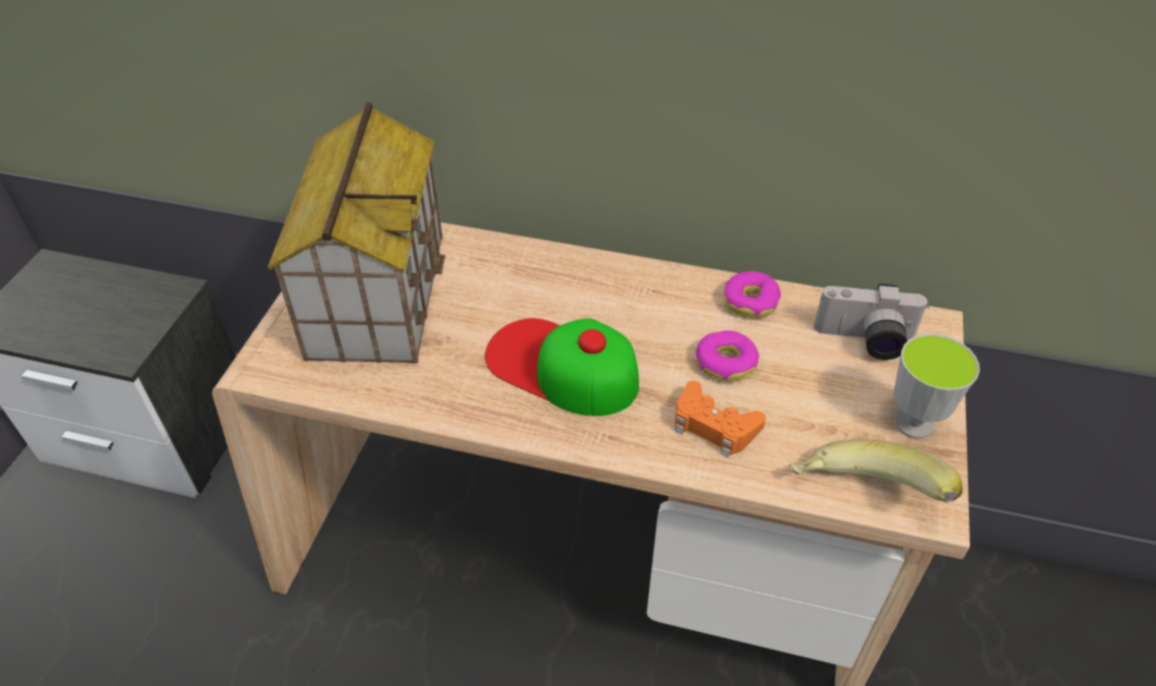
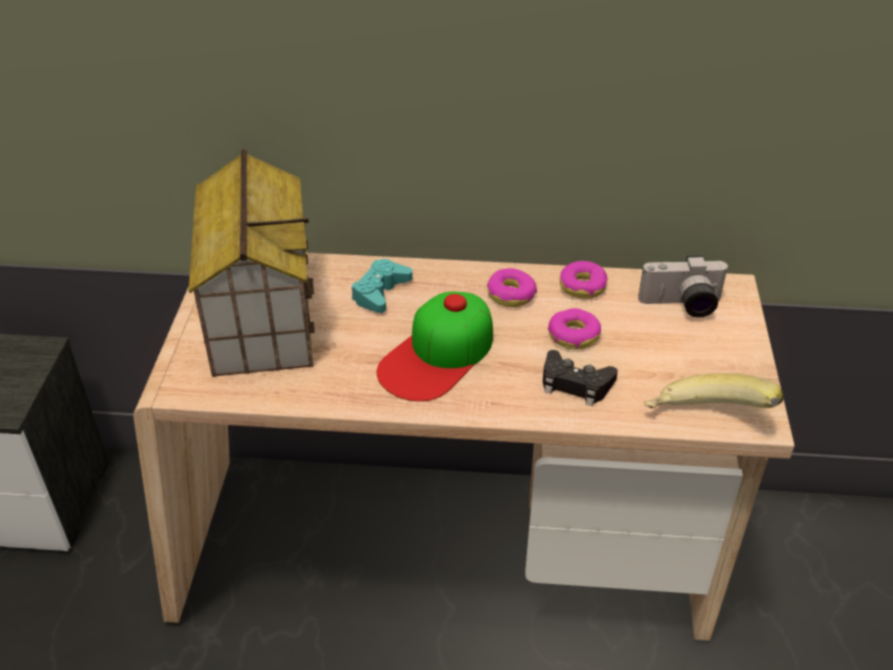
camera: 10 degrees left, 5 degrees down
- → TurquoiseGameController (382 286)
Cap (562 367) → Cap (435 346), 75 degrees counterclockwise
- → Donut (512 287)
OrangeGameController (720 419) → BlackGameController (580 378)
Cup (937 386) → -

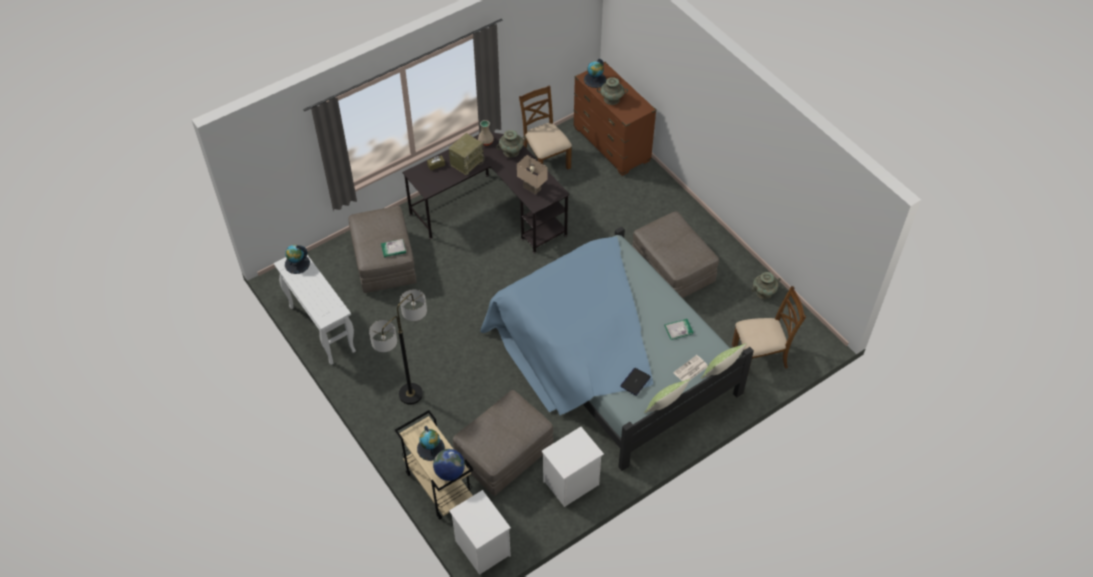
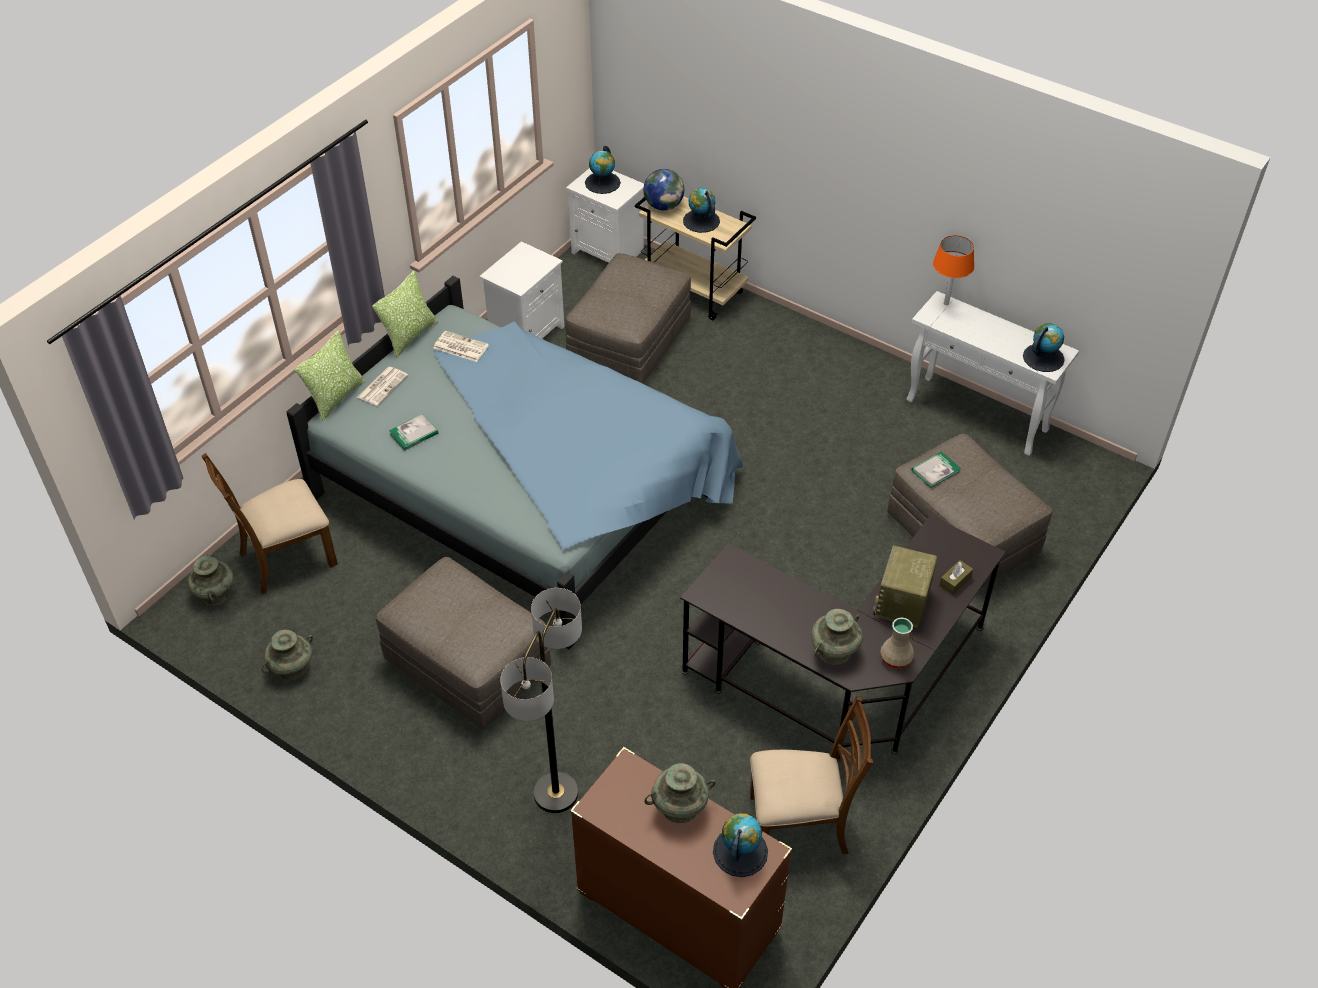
camera: 160 degrees right, 5 degrees down
- → TurquoiseVase (210 580)
Laptop (635 382) → Newspaper (461 346)
FloorLamp (398 347) → FloorLamp (541 700), shifted
- → Globe (603 170)
BrownChair (545 128) → BrownChair (811 775), 45 degrees counterclockwise
- → OrangeTableLamp (953 270)
BeigeTableLamp (532 175) → -

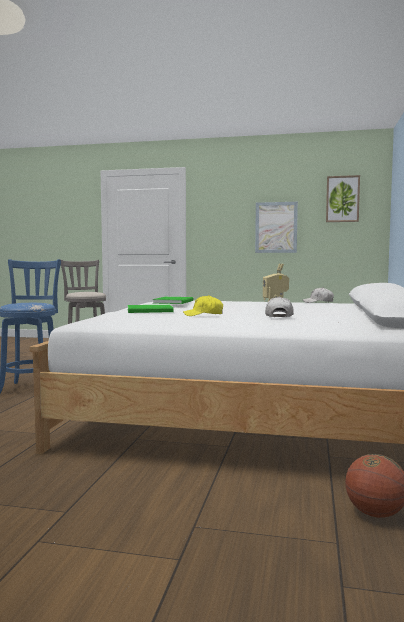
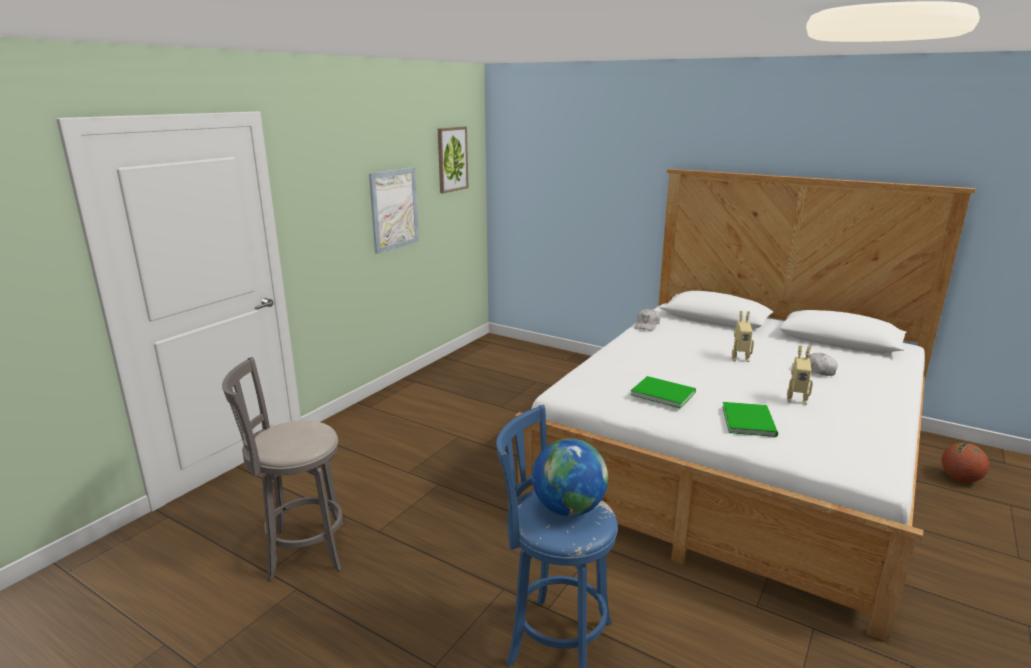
camera: 70 degrees left, 15 degrees up
- → Globe (570 477)
YellowCap (203 305) → ToyRobot (800 375)

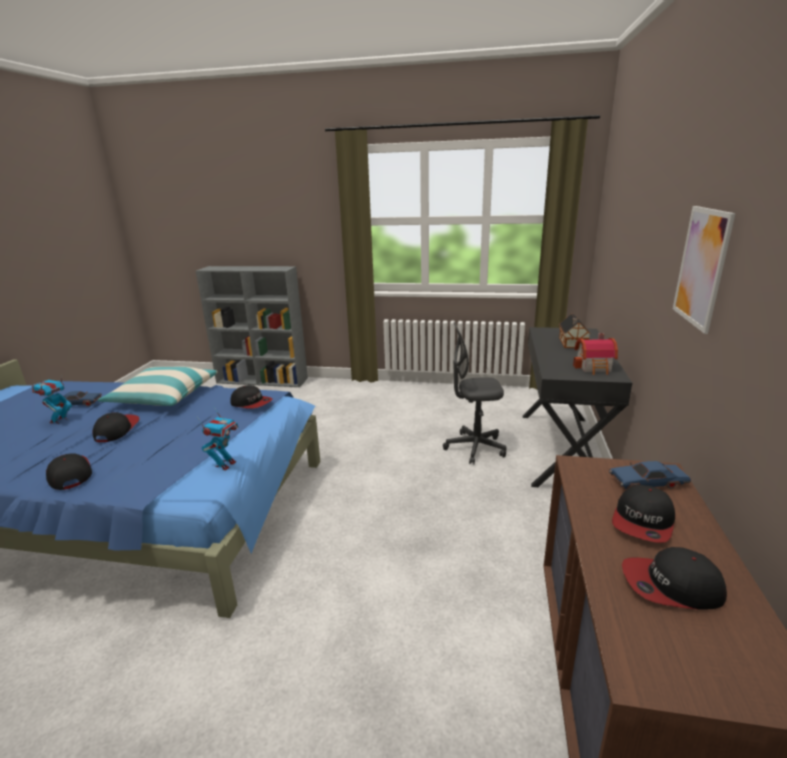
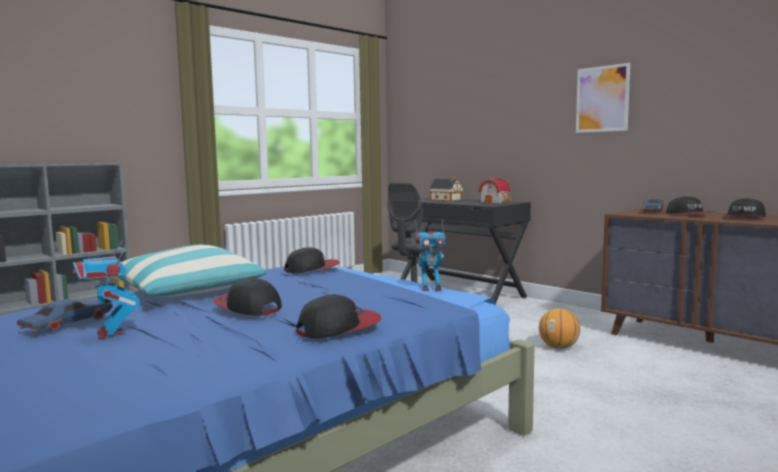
camera: 55 degrees left, 15 degrees down
Cap (69 471) → Cap (338 316), 150 degrees clockwise
ToyRobot (217 438) → ToyRobot (430 255), 120 degrees clockwise
- → Basketball (559 329)

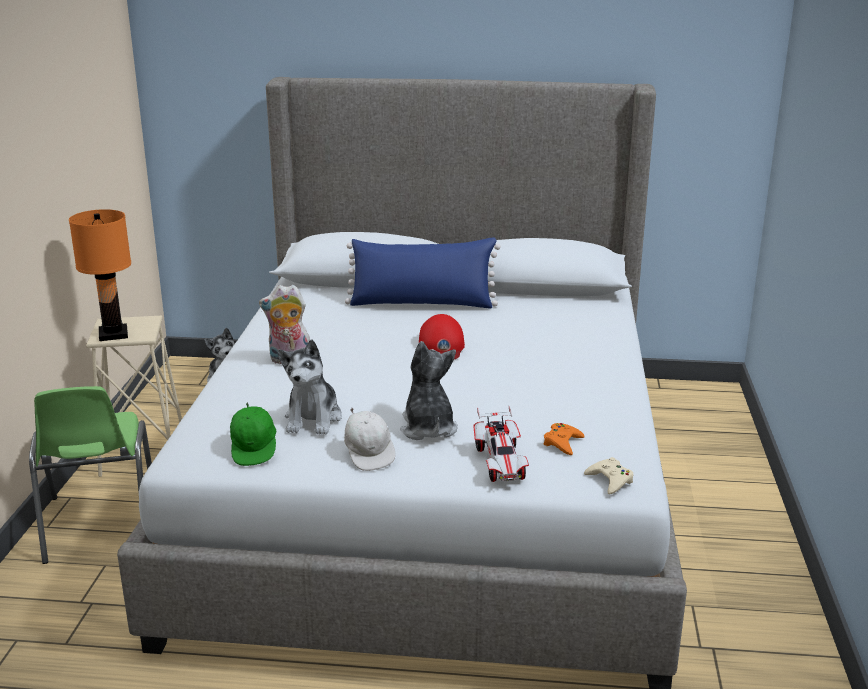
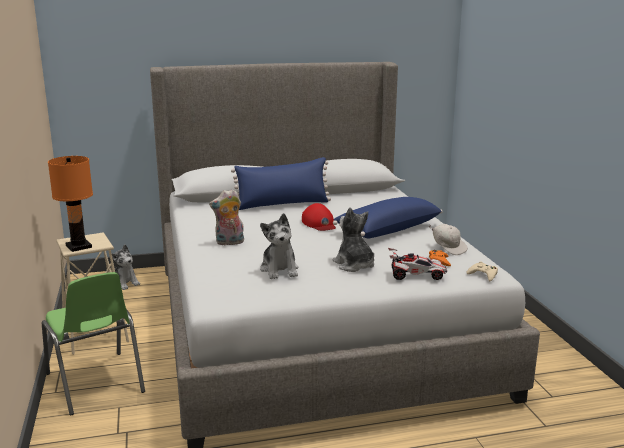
camera: 20 degrees left, 5 degrees down
- → BluePillow (388 217)
ToyCar (501 444) → ToyCar (417 264), 60 degrees counterclockwise
WhiteCap (369 439) → WhiteCap (448 239), shifted
GreenCap (253 434) → -

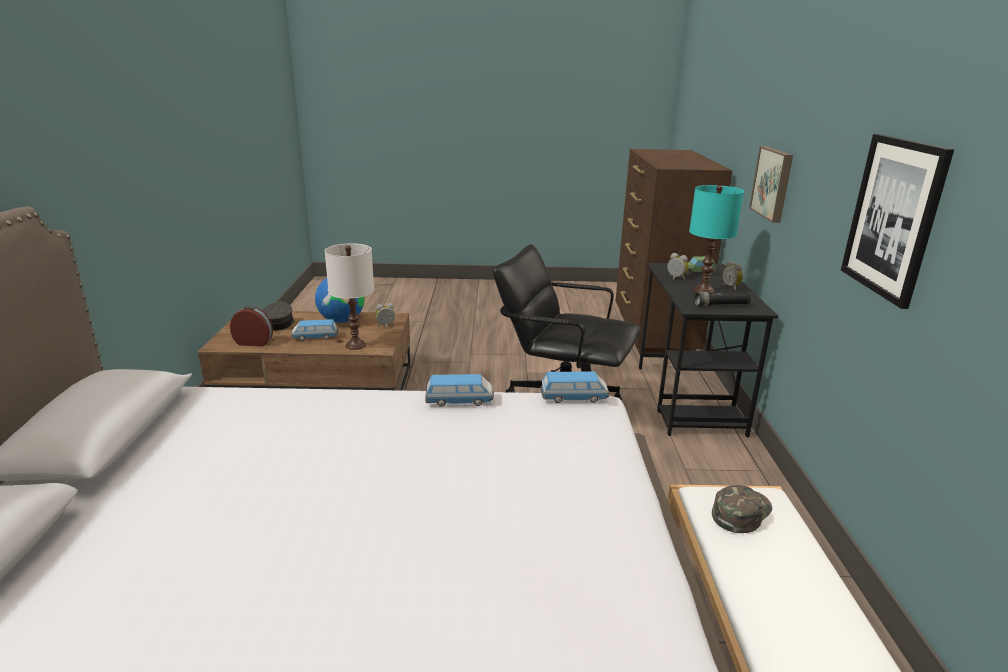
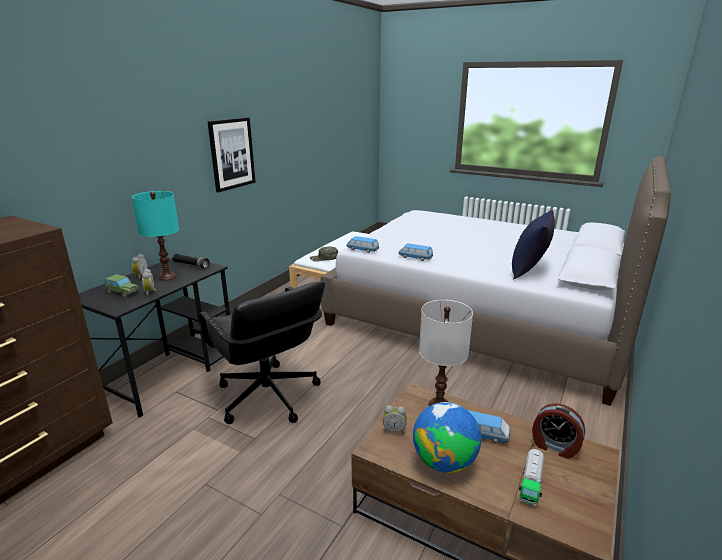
camera: 150 degrees left, 0 degrees up
- → BluePillow (533 244)
GreyCap (278 316) → ToyTruck (531 477)
Picture (771 184) → -

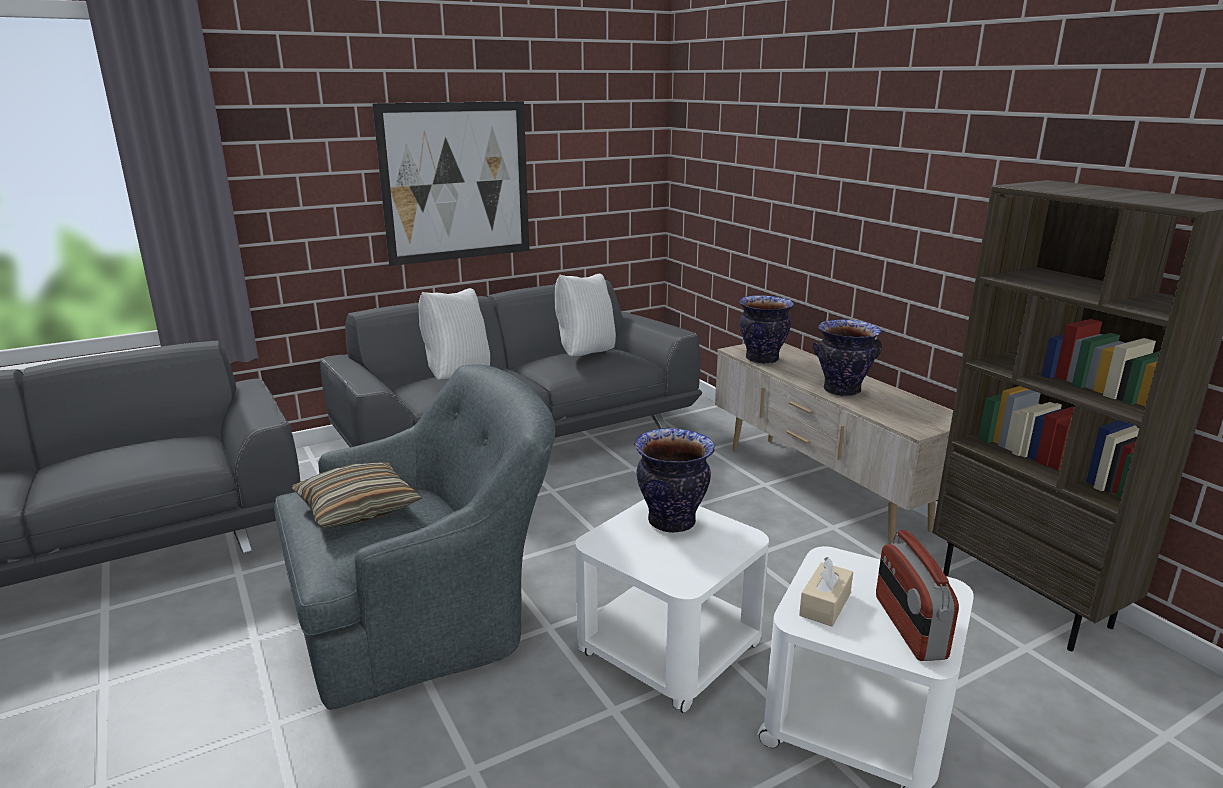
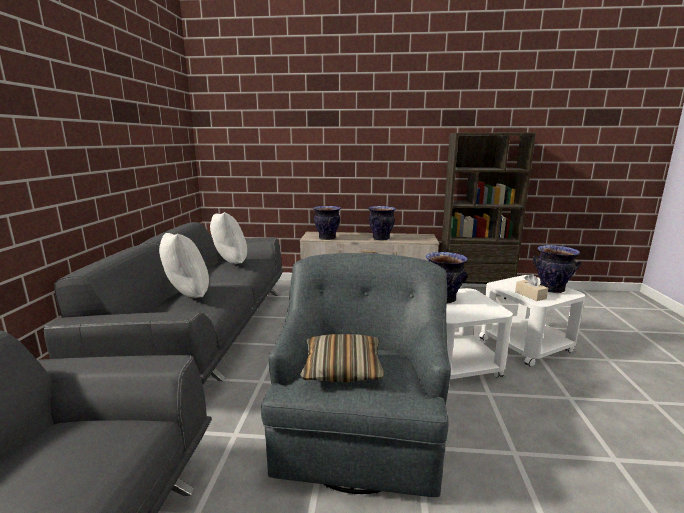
camera: 55 degrees left, 5 degrees down
Radio (917 595) → Vase (557 269)
Picture (451 183) → -

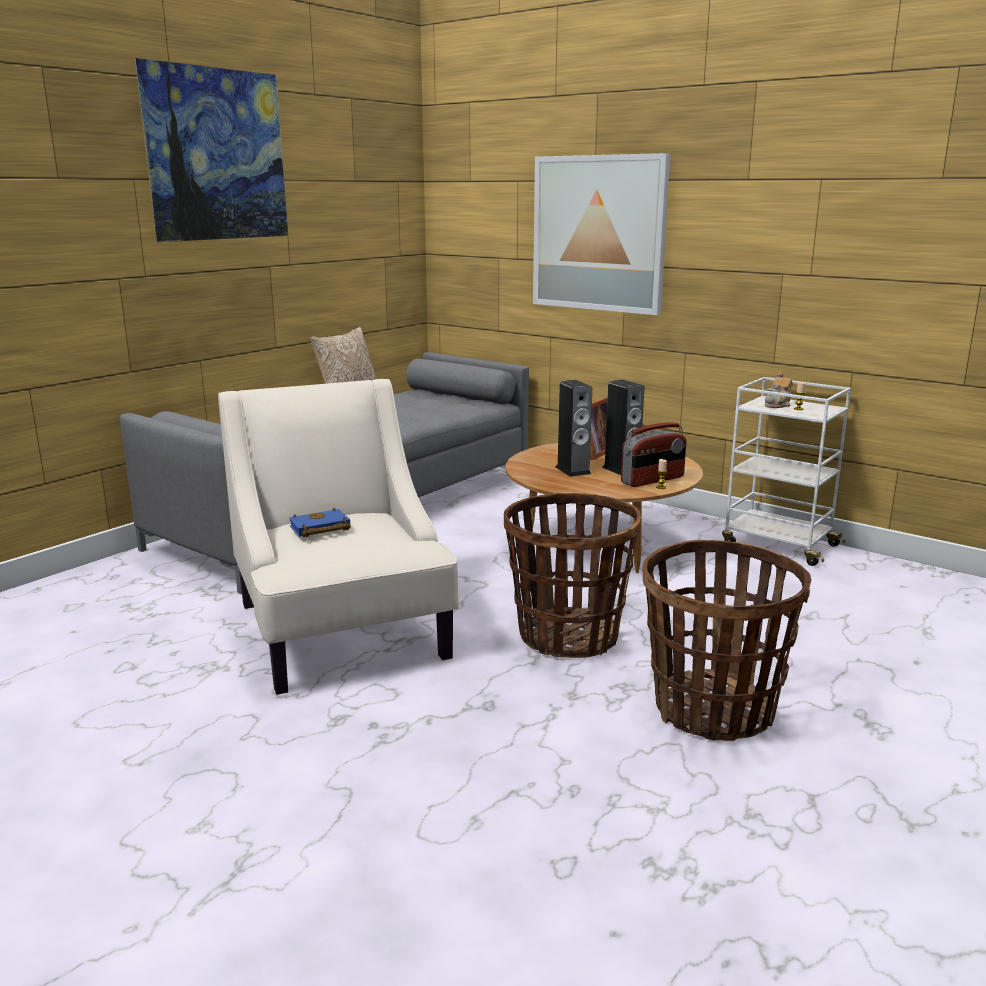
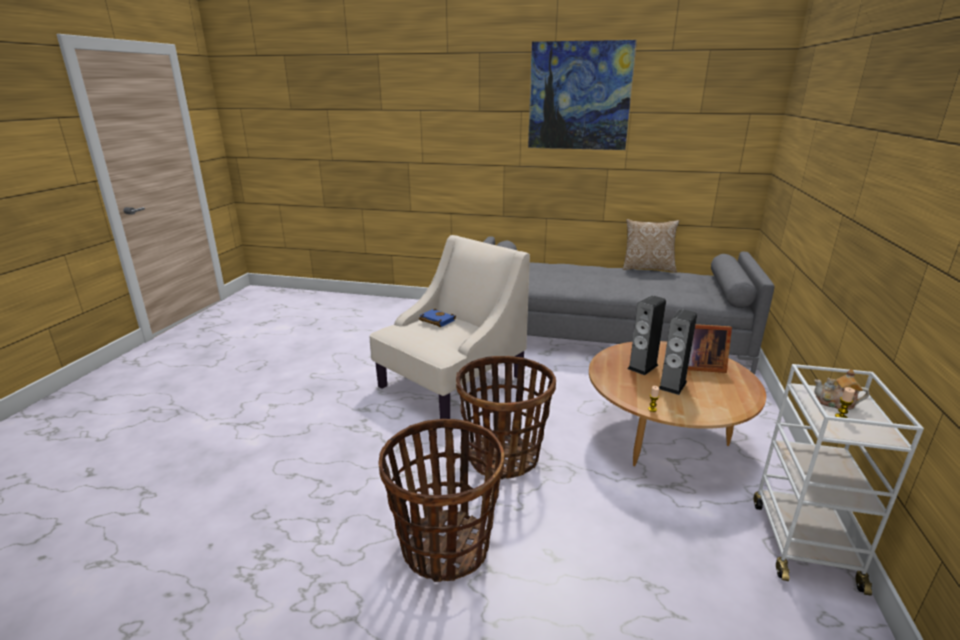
camera: 65 degrees right, 5 degrees up
Picture (601 234) → -
Radio (654 454) → -

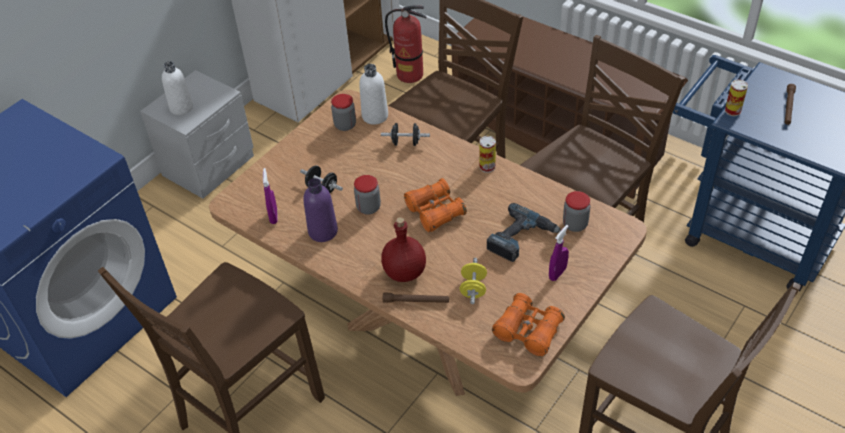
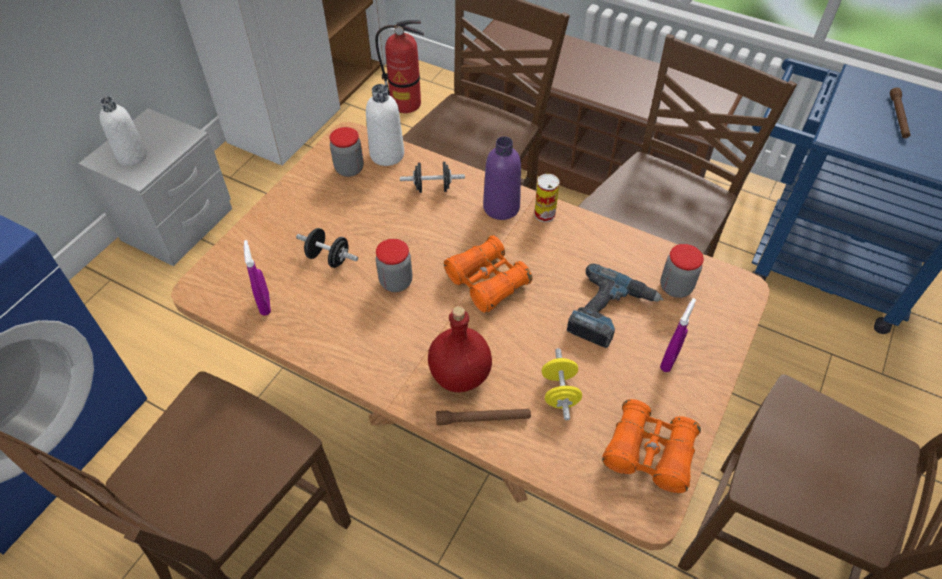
camera: 10 degrees left, 5 degrees up
PurpleBottle (320 210) → PurpleBottle (502 178), shifted
Can (736 97) → -

